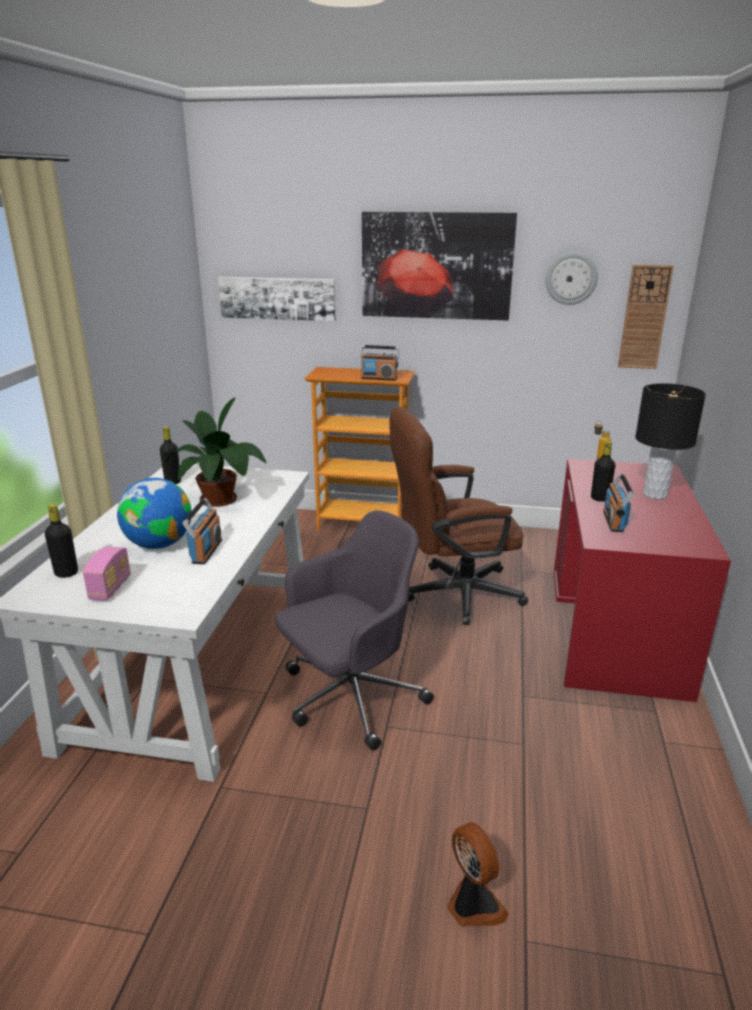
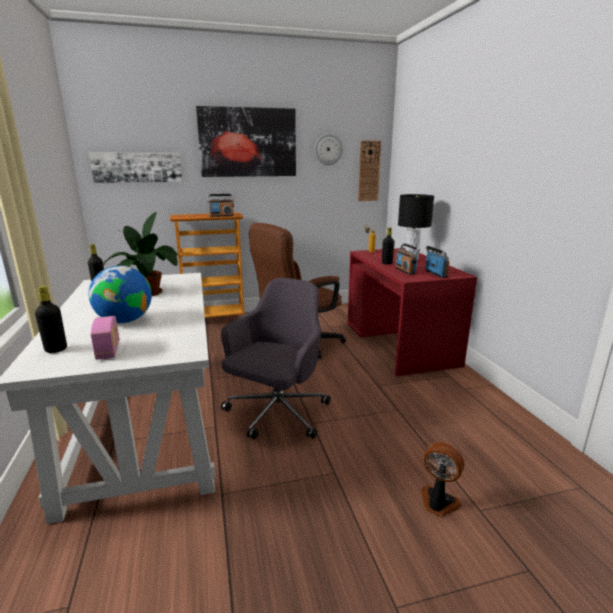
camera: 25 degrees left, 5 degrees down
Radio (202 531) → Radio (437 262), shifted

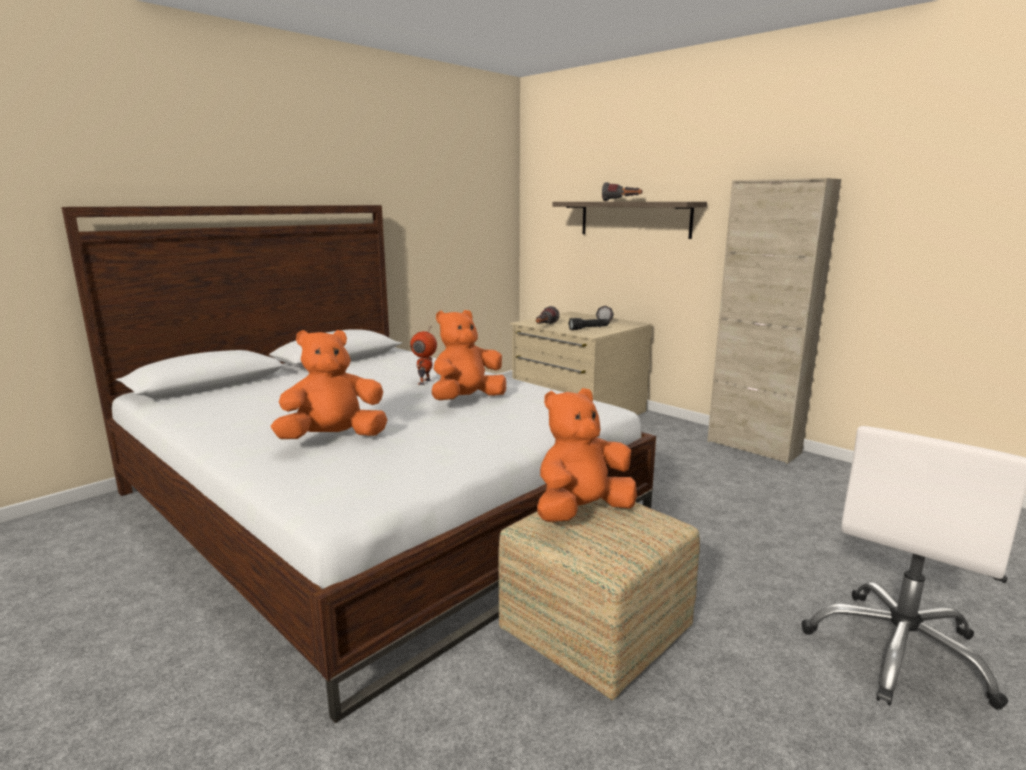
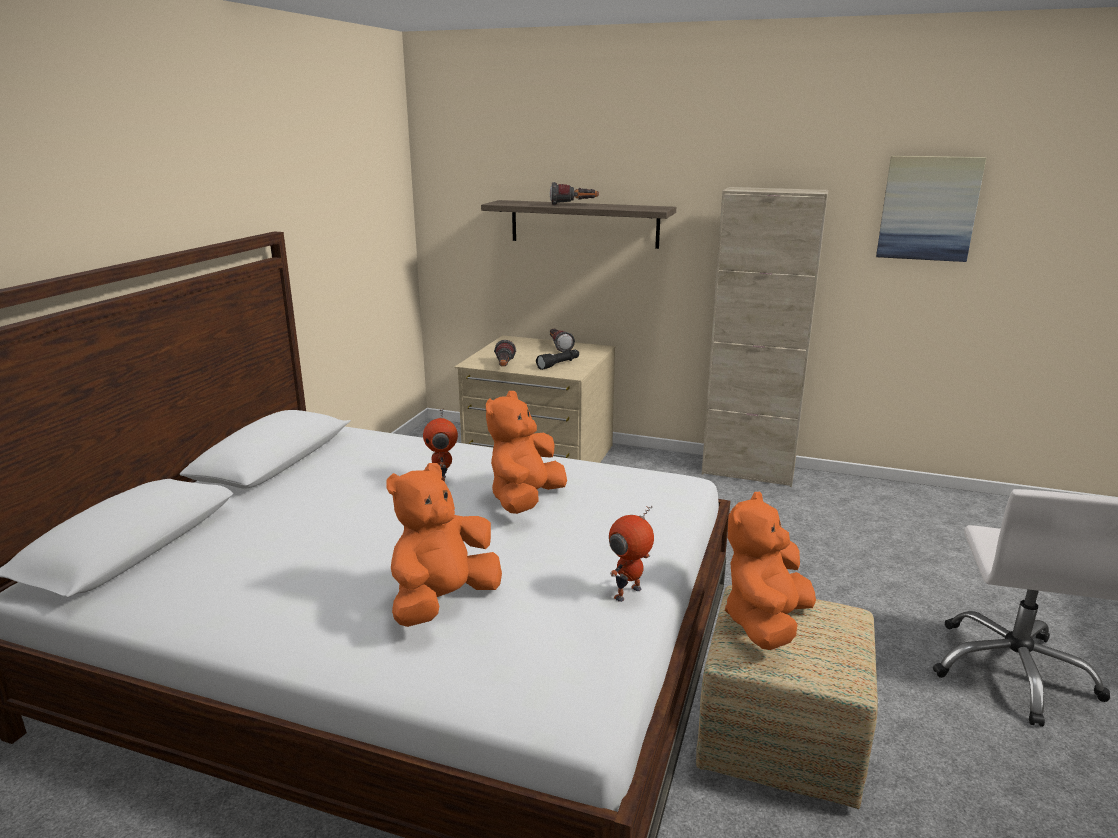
camera: 25 degrees left, 5 degrees up
- → ToyRobot (631 553)
- → Picture (931 209)

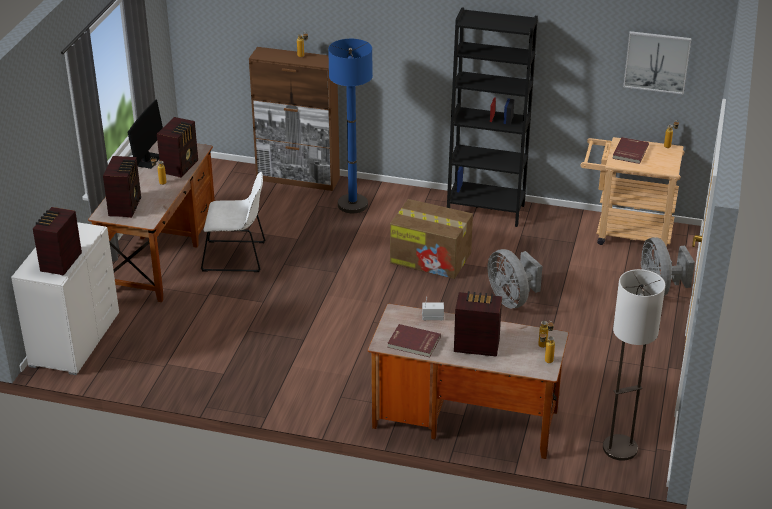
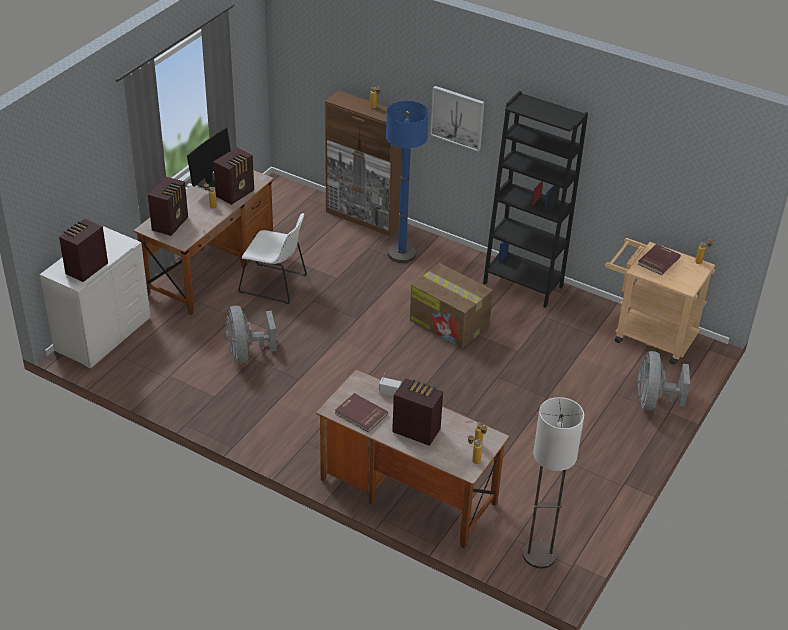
camera: 15 degrees right, 5 degrees up
GreyFan (515 278) → GreyFan (251 334), shifted
Picture (657 63) → Picture (457 119), shifted

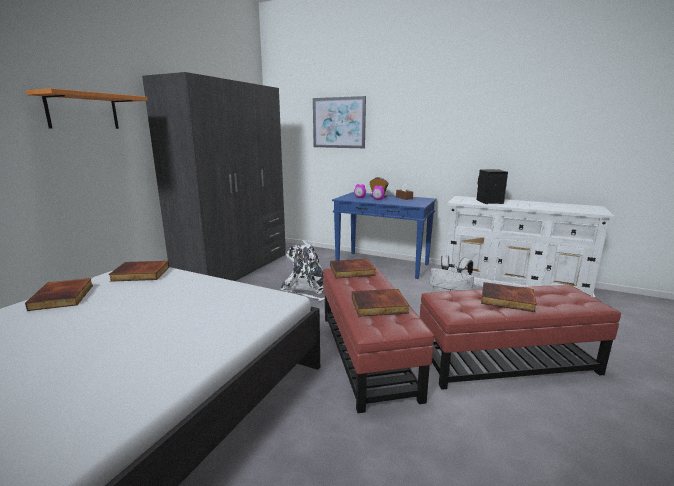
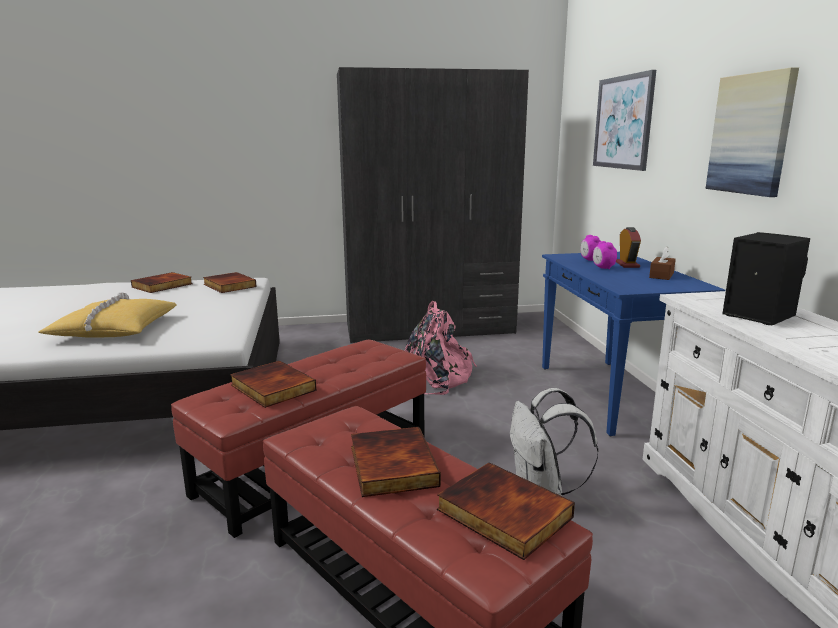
camera: 55 degrees right, 0 degrees up
- → YellowPillow (107 315)
WhiteBackpack (303 270) → PinkBackpack (441 348)
Book (353 268) → Book (506 511), shifted
- → Picture (752 132)
OrangeShelf (87 108) → -

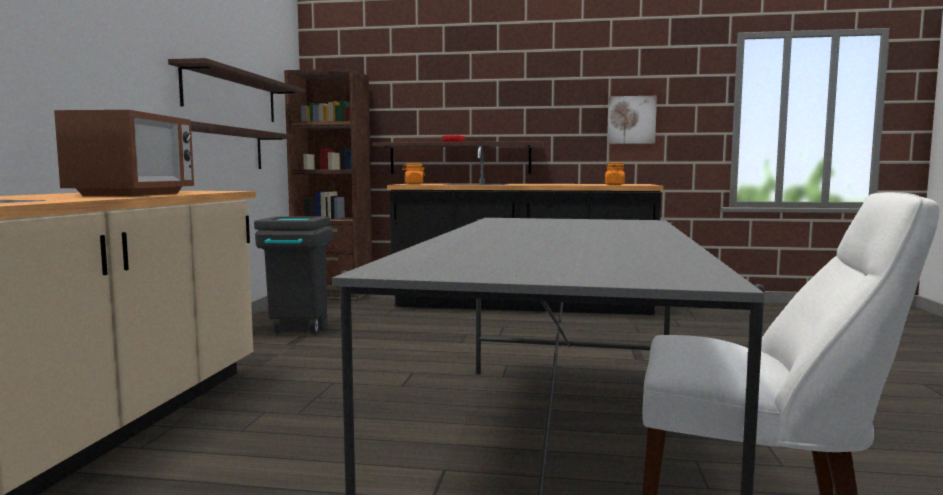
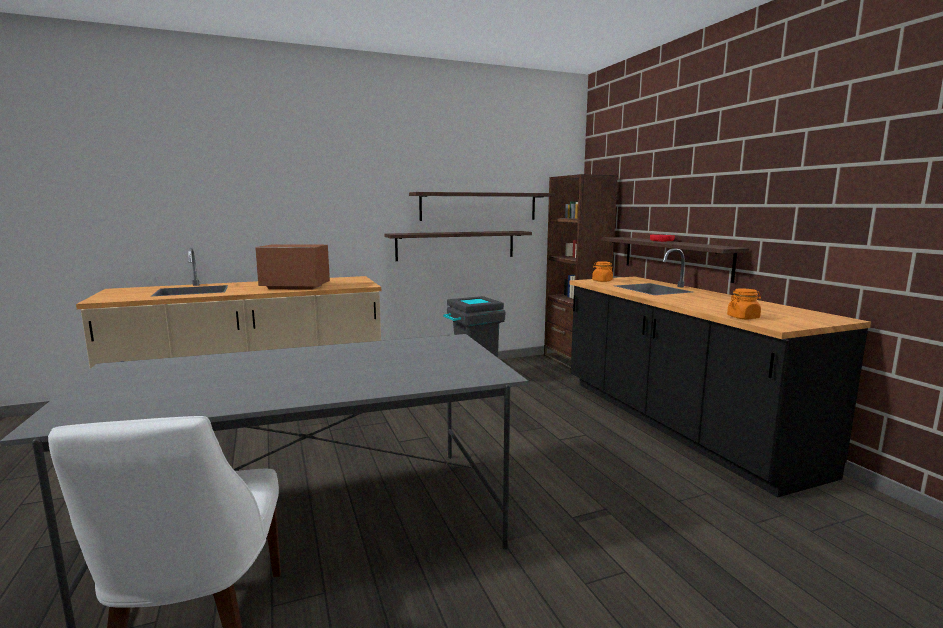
camera: 60 degrees right, 5 degrees up
Microwave (124 153) → Microwave (292 267), 150 degrees counterclockwise
Picture (632 120) → -

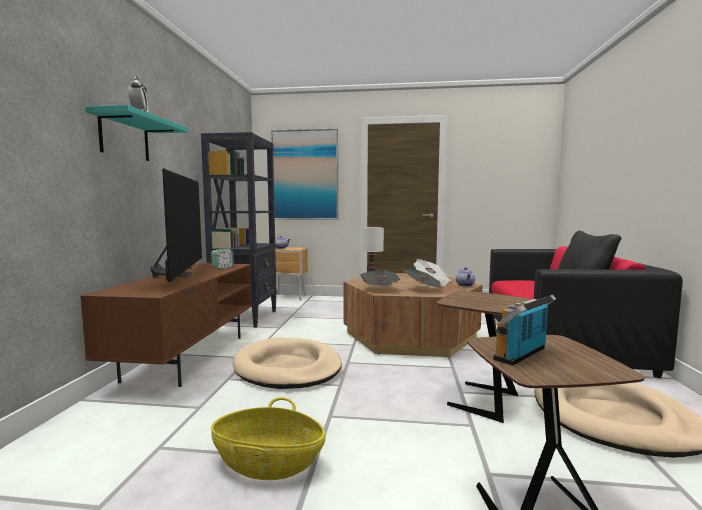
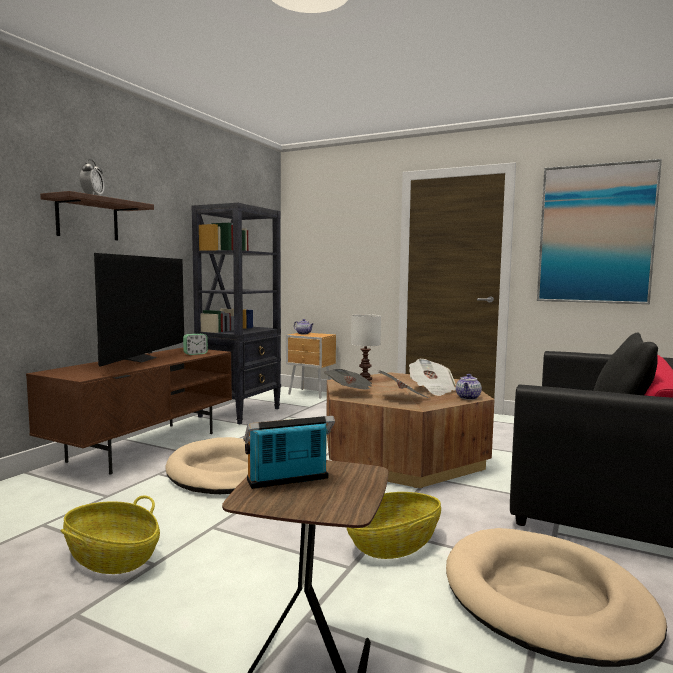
camera: 20 degrees right, 0 degrees up
TurquoiseShelf (136 133) → BrownShelf (97 215)
BrownSideTable (483 357) → Basket (393 525)
Picture (304 174) → Picture (599 231), shifted

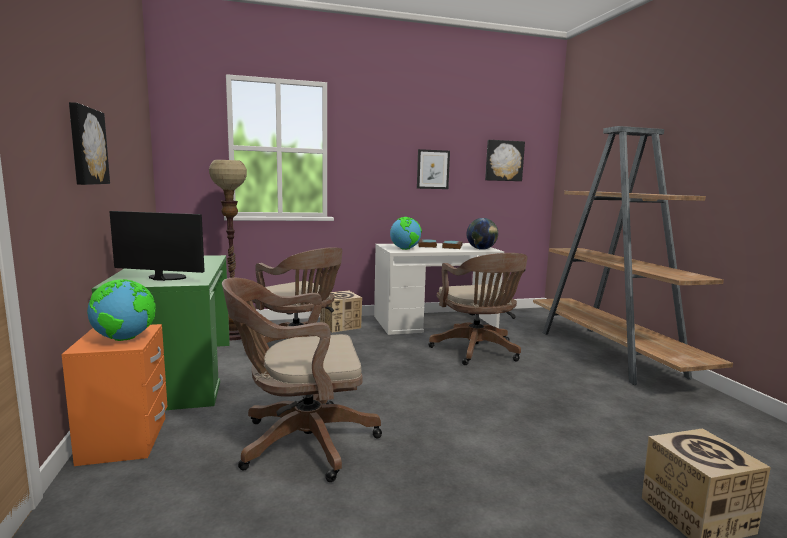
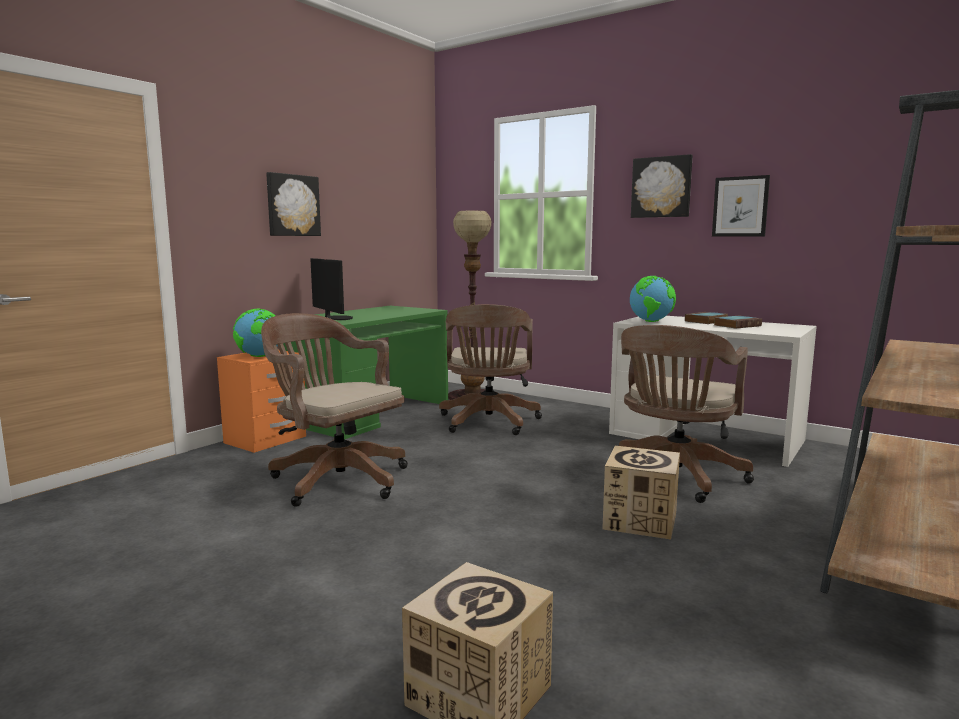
camera: 50 degrees right, 0 degrees up
CardboardBox (341 312) → CardboardBox (641 492), shifted
Picture (505 160) → Picture (662 186), shifted
Globe (482 234) → -

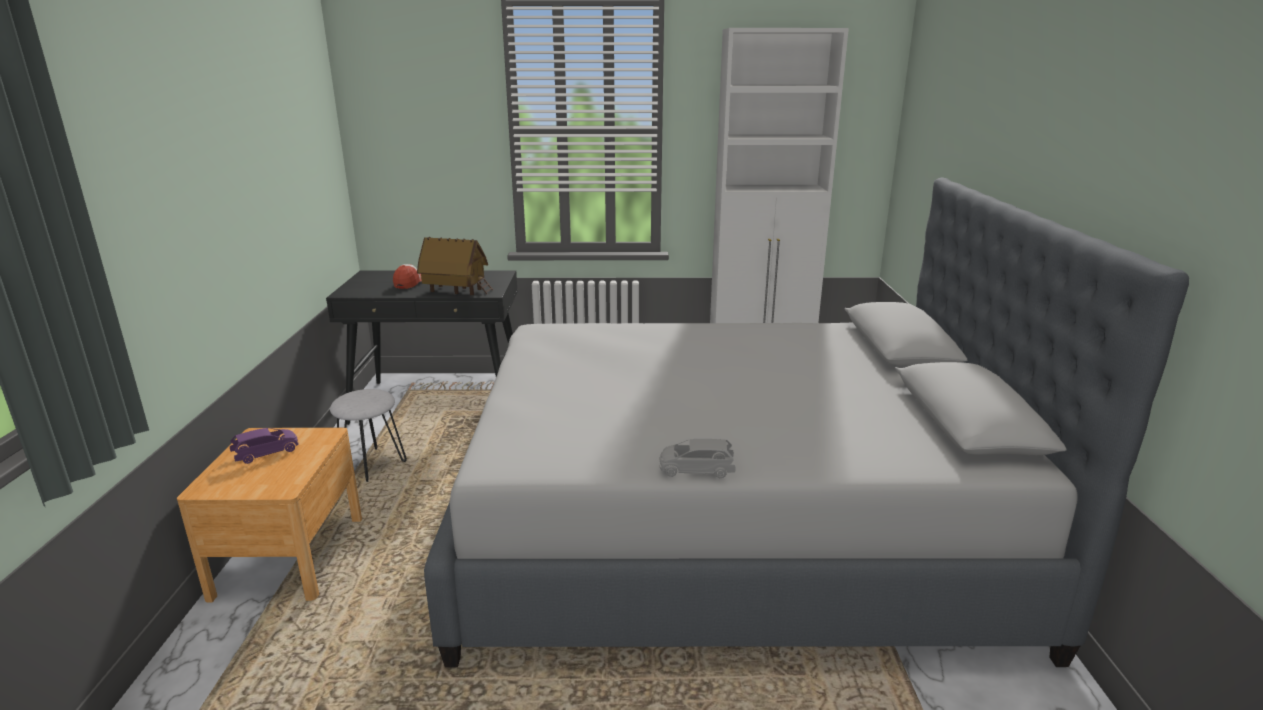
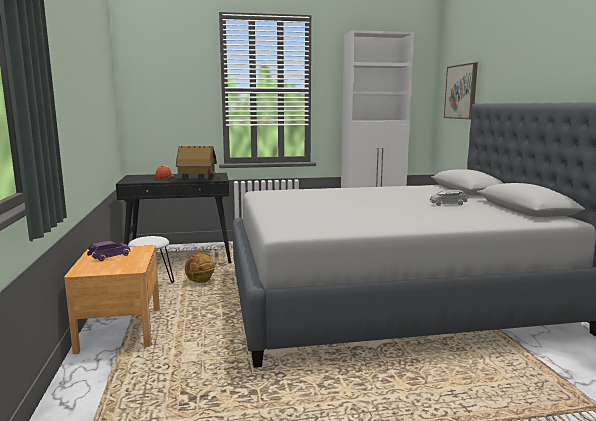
camera: 10 degrees left, 10 degrees down
- → Basketball (200 268)
GreyToyCar (697 458) → GreyToyCar (448 198), shifted
- → Picture (461 91)

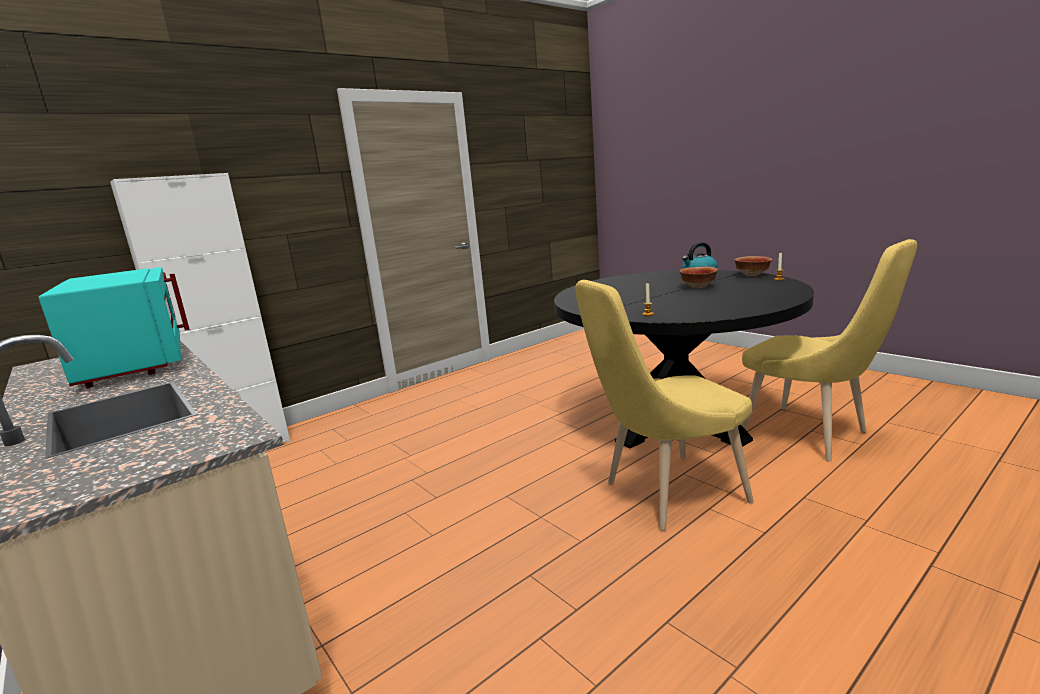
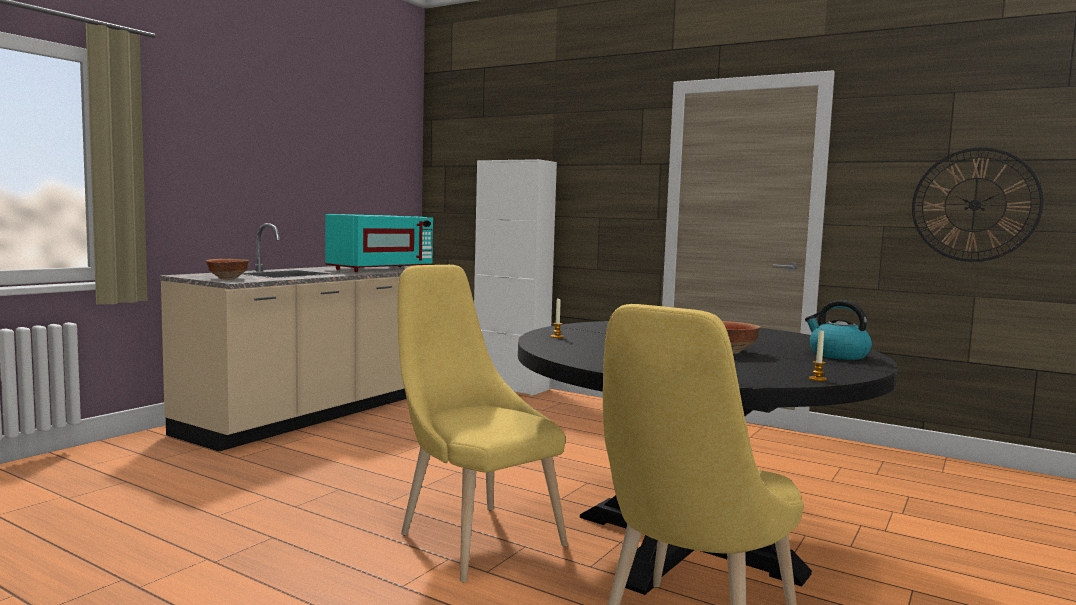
camera: 70 degrees right, 10 degrees down
Bowl (753 266) → Bowl (227 269), shifted
- → WallClock (978 204)

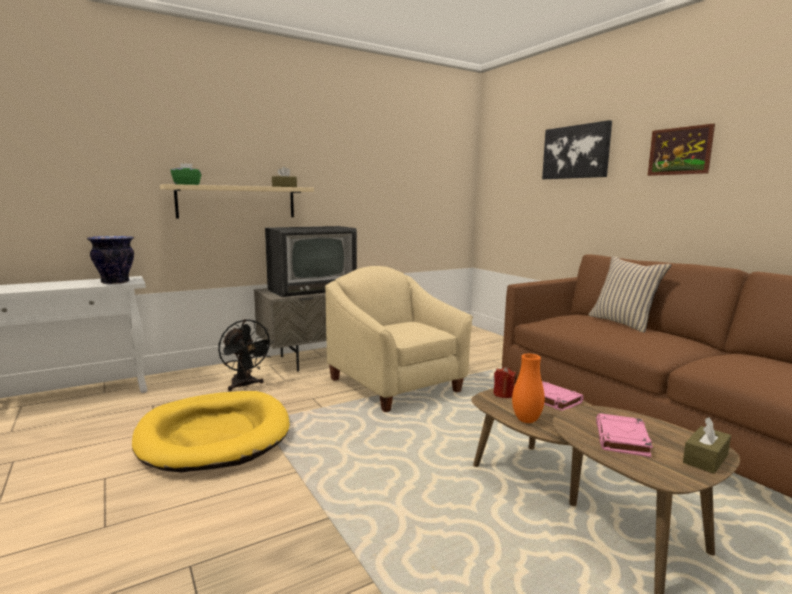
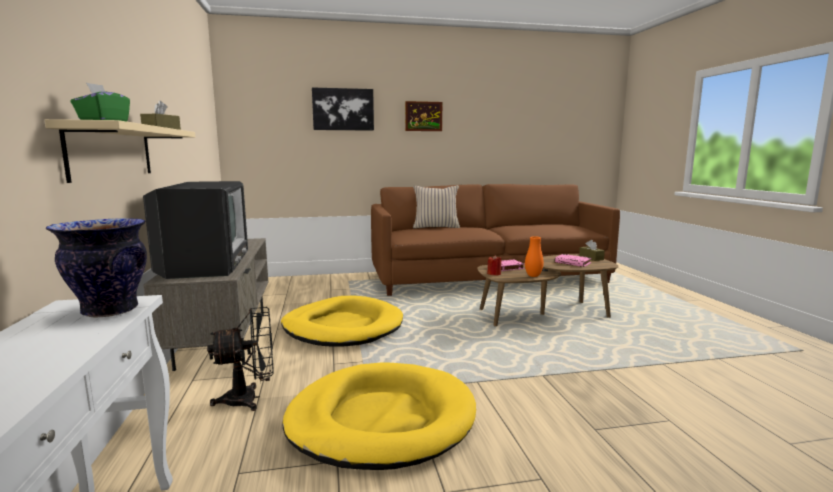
camera: 70 degrees left, 0 degrees up
BeigeArmchair (399 339) → YellowDogBed (342 321)

